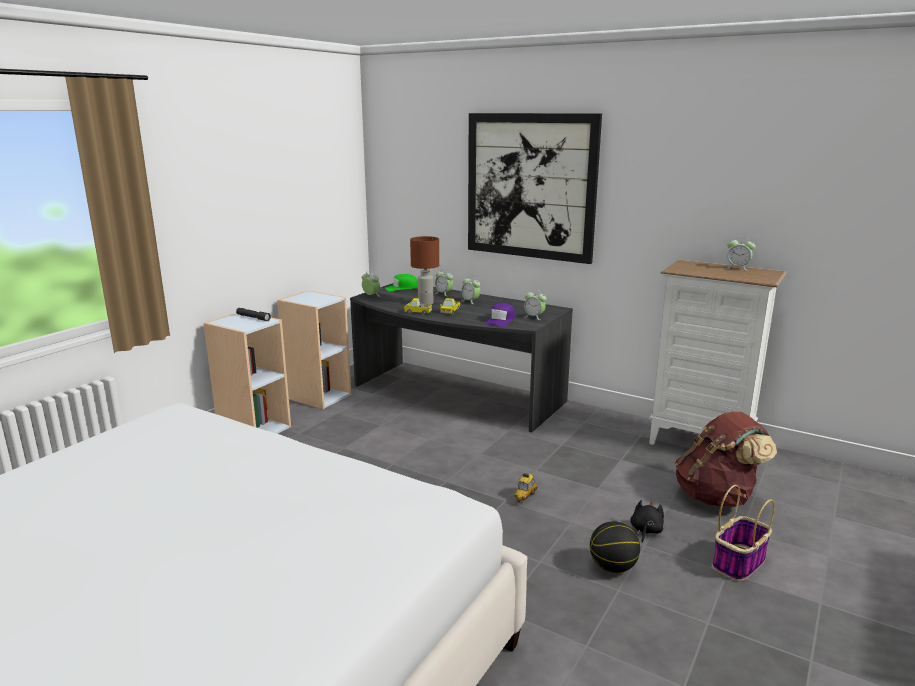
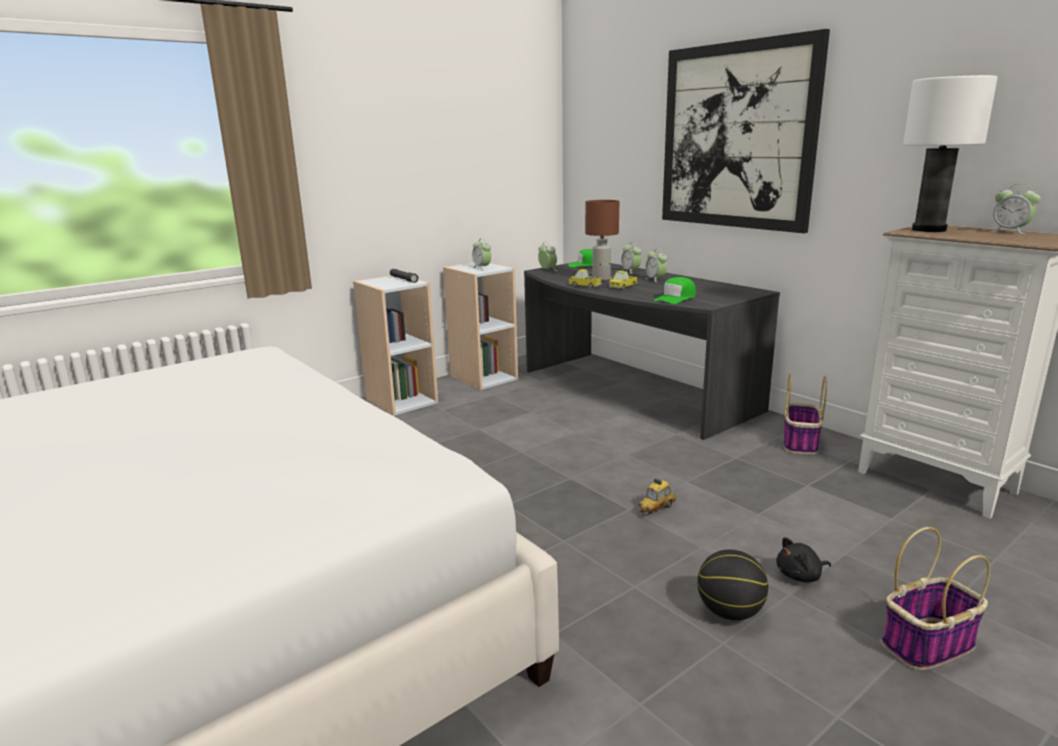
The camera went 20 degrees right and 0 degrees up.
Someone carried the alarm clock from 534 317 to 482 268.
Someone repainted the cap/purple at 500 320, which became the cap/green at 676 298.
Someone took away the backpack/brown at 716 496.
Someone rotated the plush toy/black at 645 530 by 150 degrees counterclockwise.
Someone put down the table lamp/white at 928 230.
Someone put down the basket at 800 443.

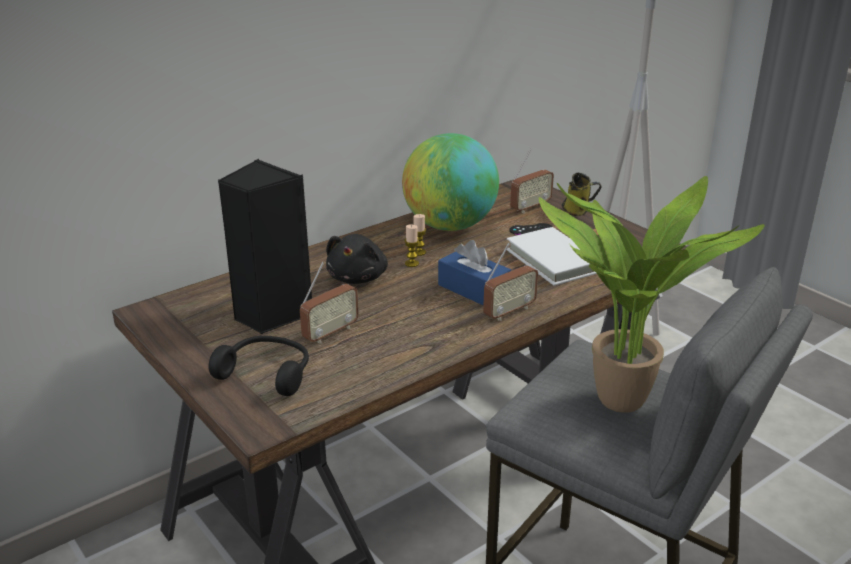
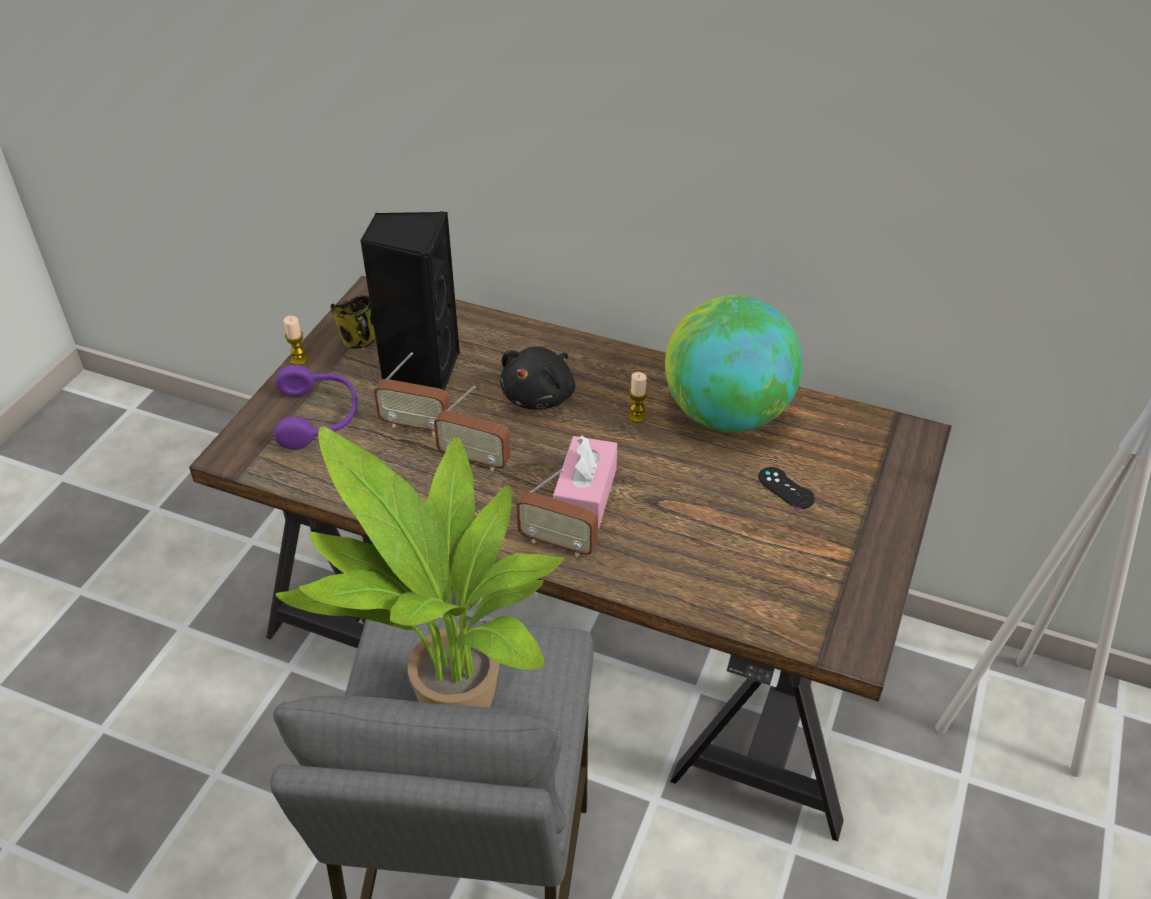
The camera went 60 degrees right and 15 degrees up.
Someone carried the radio from 530 207 to 474 459.
Someone carried the mug from 577 211 to 360 341.
Someone carried the candle from 412 263 to 299 360.
Someone took away the book/white at 553 260.
Someone rotated the plush toy/black at 358 277 by 45 degrees counterclockwise.
Someone repainted the tissue box/blue at 473 289, which became the tissue box/pink at 585 494.
Someone repainted the headphones/black at 267 373, which became the headphones/purple at 319 417.

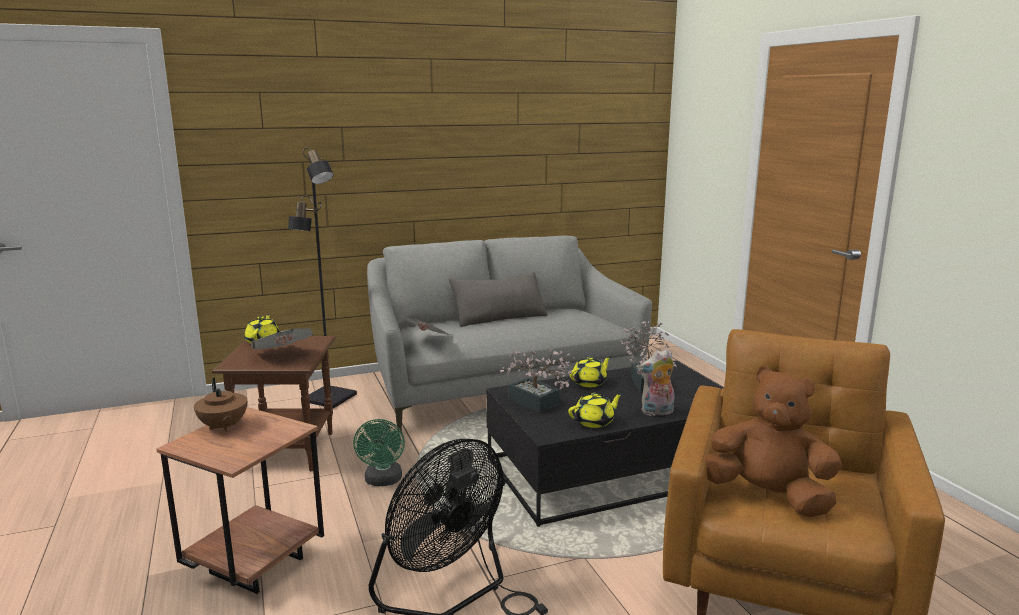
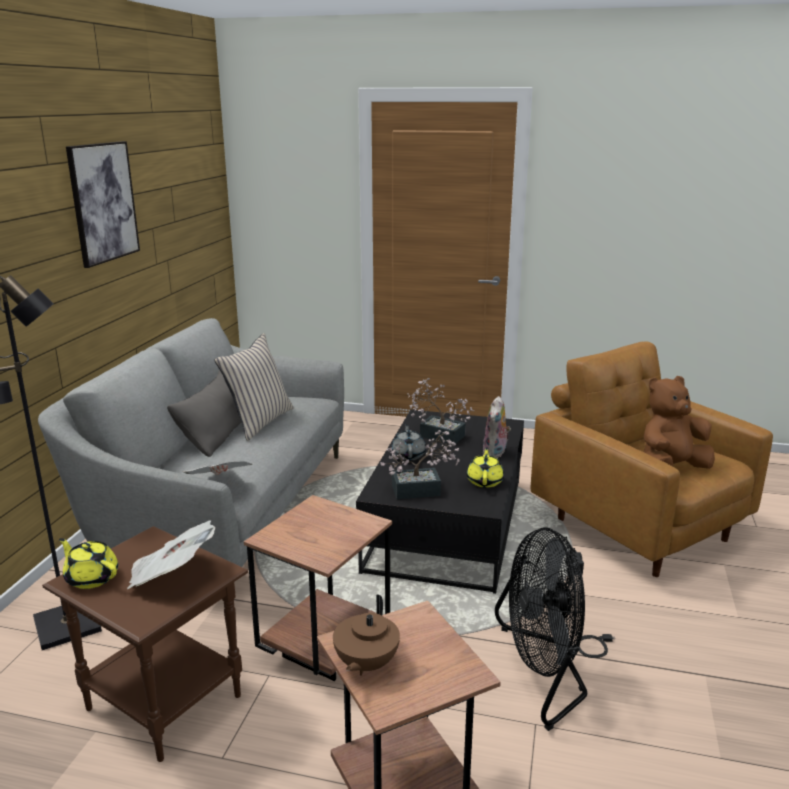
The camera went 55 degrees left and 5 degrees up.
Someone repainted the teapot/yellow at 589 383, which became the teapot/grey at 408 455.
Someone rotated the teapot/brown at 223 427 by 105 degrees clockwise.
Someone swapped the fan/green at 383 481 for the side table/brown at 323 651.
Someone put up the picture at 103 202.
Someone put down the pillow/beige at 259 422.

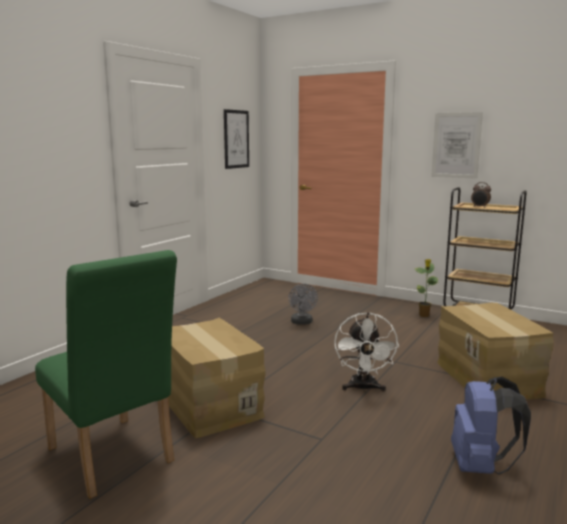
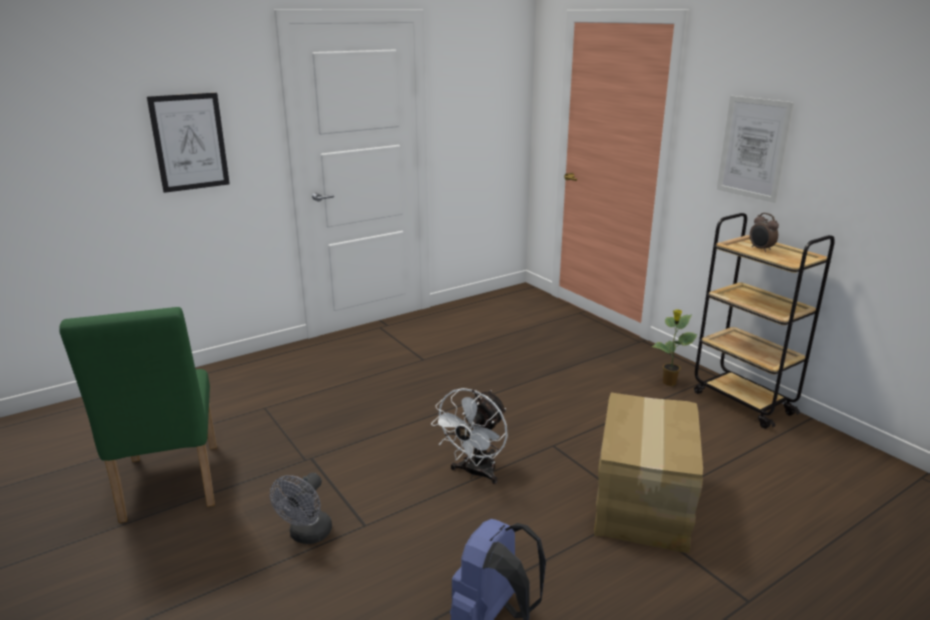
The camera went 25 degrees right and 10 degrees up.
Someone carried the picture from 236 139 to 189 142.
Someone carried the fan/grey from 302 323 to 307 535.
Someone took away the cardboard box at 208 404.

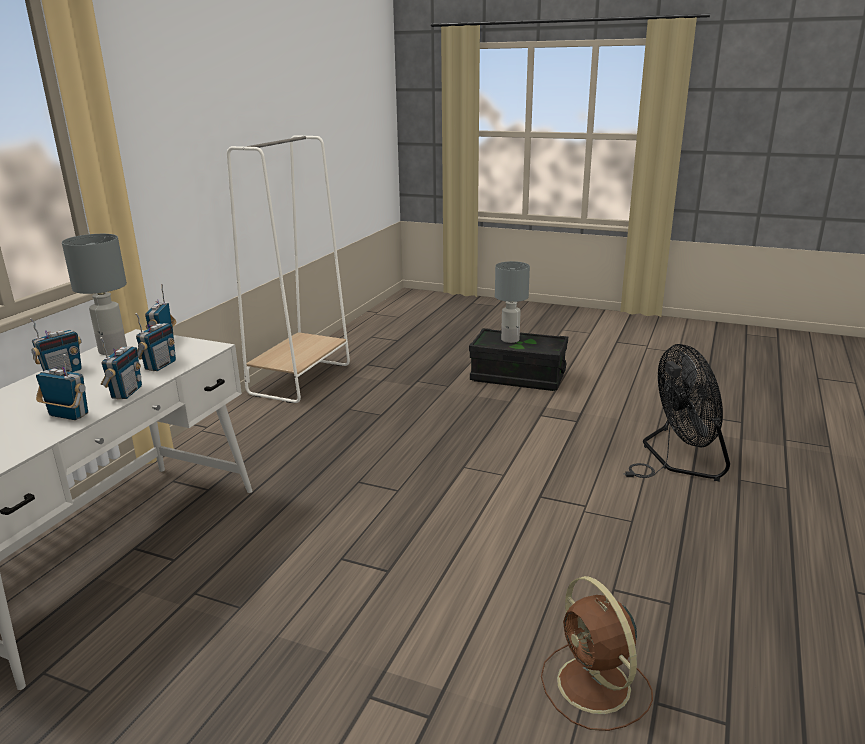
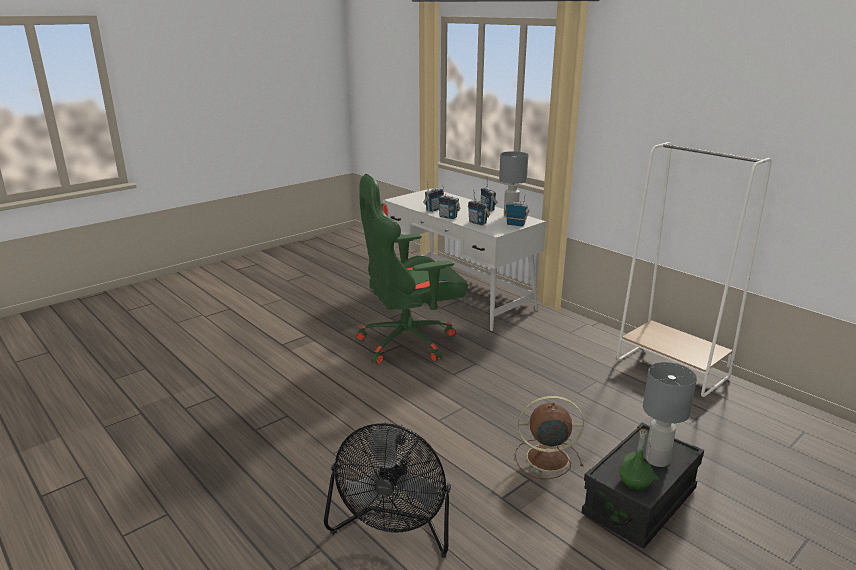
The camera went 115 degrees right and 0 degrees up.
Someone carried the fan/brown from 595 687 to 545 458.
Someone put down the office chair/green at 413 342.
Someone put down the bottle/green at 634 482.

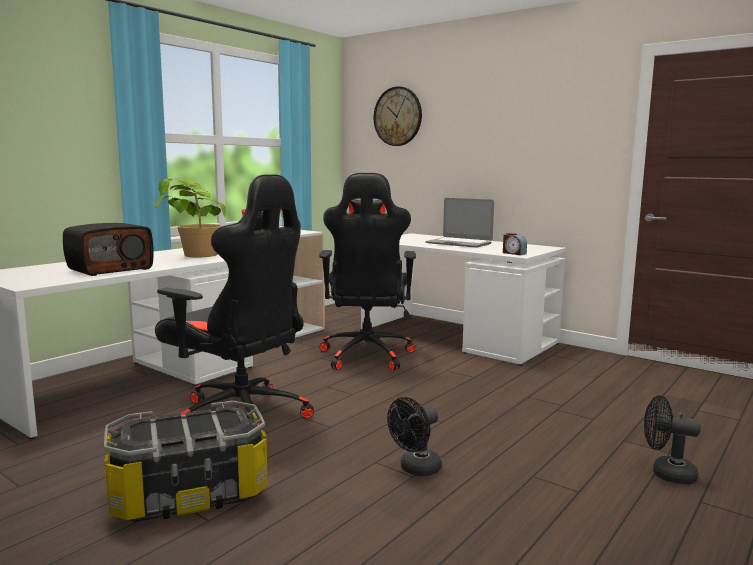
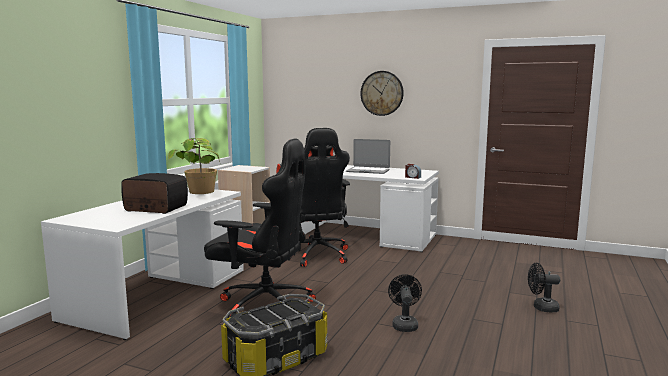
The camera went 15 degrees left and 0 degrees up.
Someone carried the wall clock from 398 116 to 382 93.
Someone rotated the radio at 110 269 by 105 degrees counterclockwise.
Someone rotated the fan/black at 416 469 by 150 degrees clockwise.

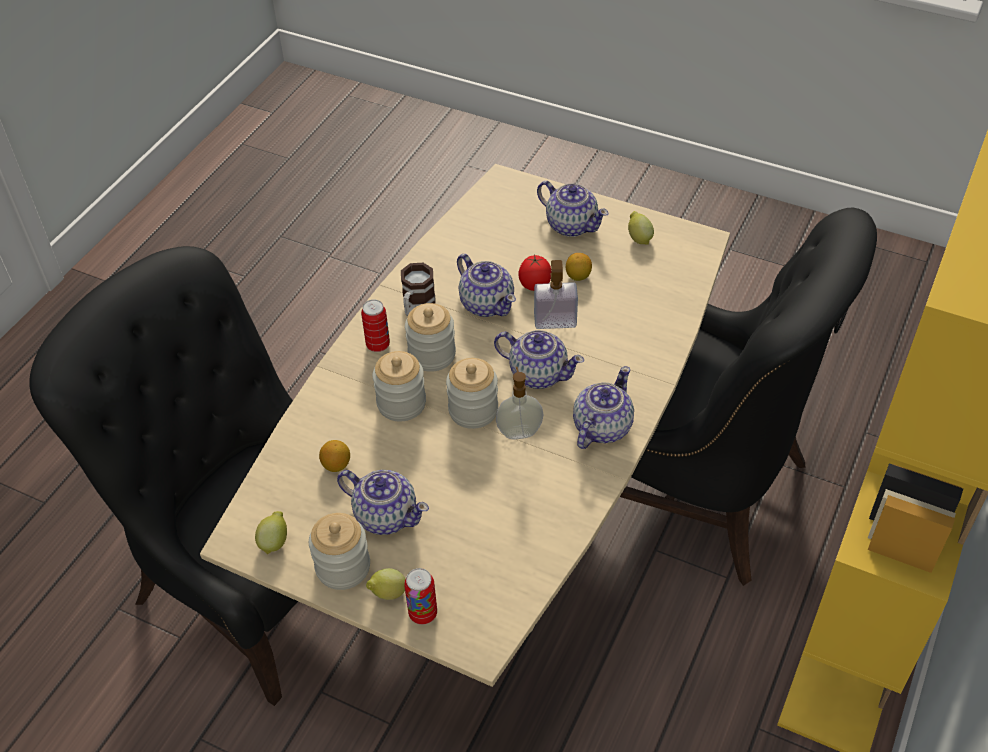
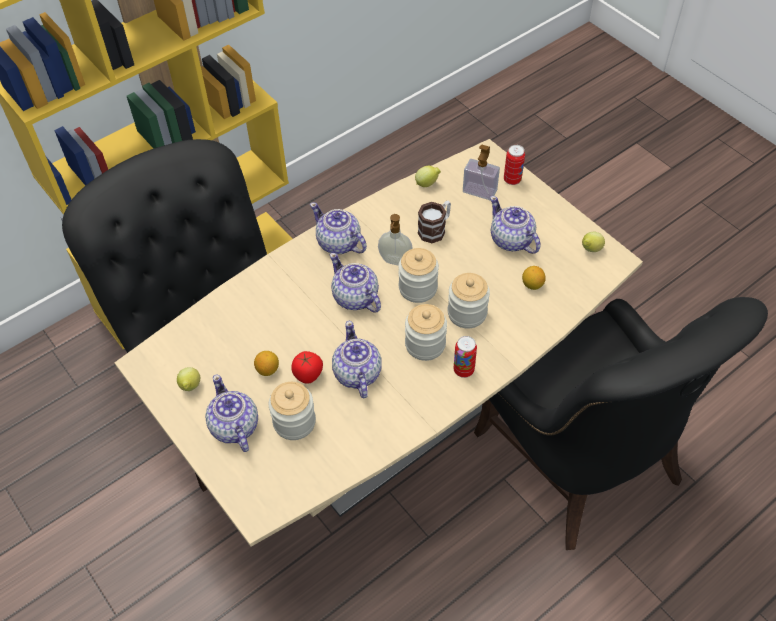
The camera went 155 degrees left and 5 degrees up.
Someone carried the soap dispenser from 555 321 to 479 191.
Someone carried the mug from 416 306 to 435 229.
Someone rotated the teapot at 601 427 by 75 degrees clockwise.
Someone carried the jar from 343 567 to 294 422.
Someone carried the lemon from 387 594 to 427 184.

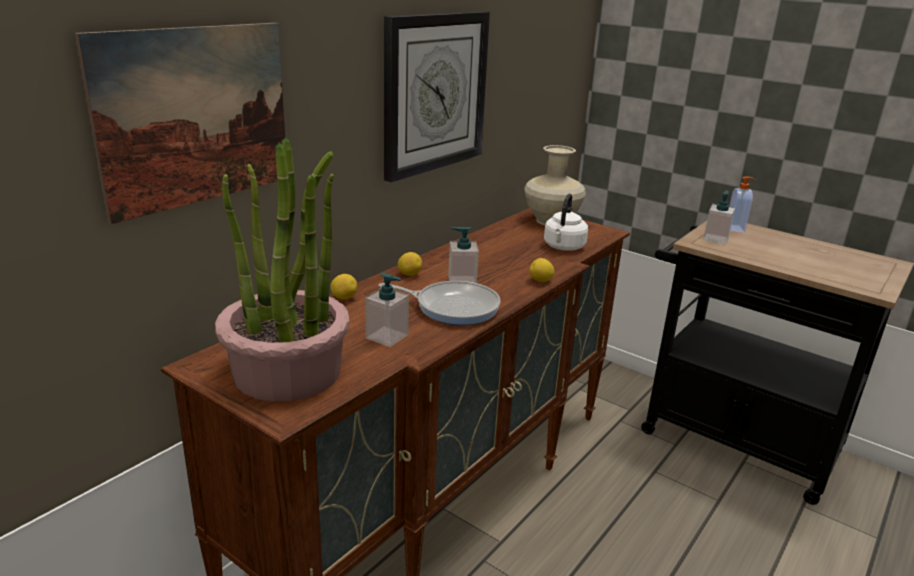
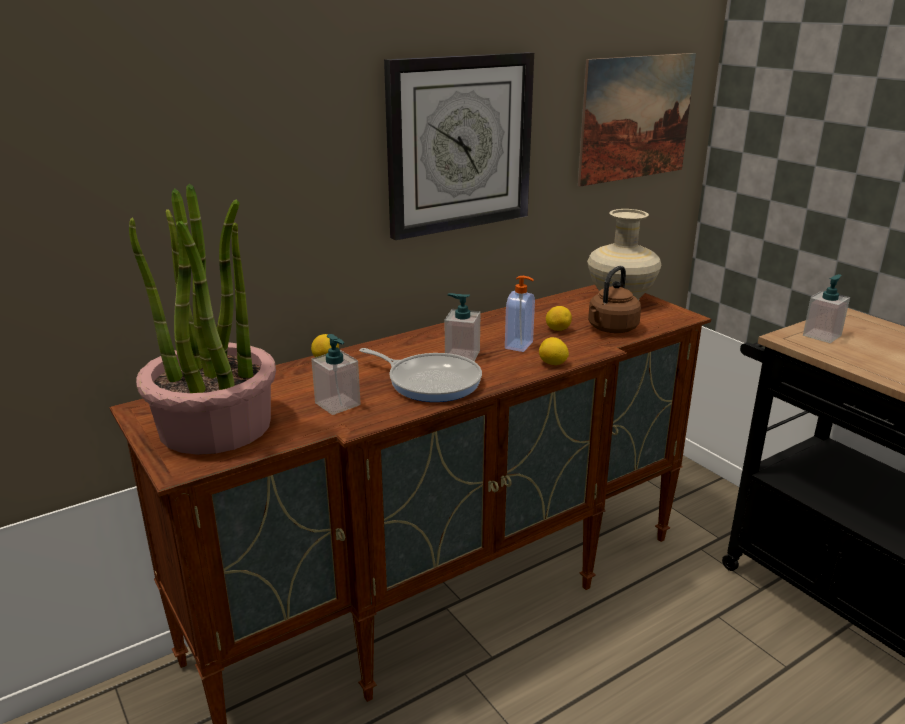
The camera went 20 degrees right and 0 degrees up.
Someone carried the picture from 196 117 to 636 118.
Someone carried the soap dispenser from 735 228 to 520 346.
Someone repainted the kettle/white at 563 247, which became the kettle/brown at 611 329.
Someone carried the lemon from 409 274 to 557 330.

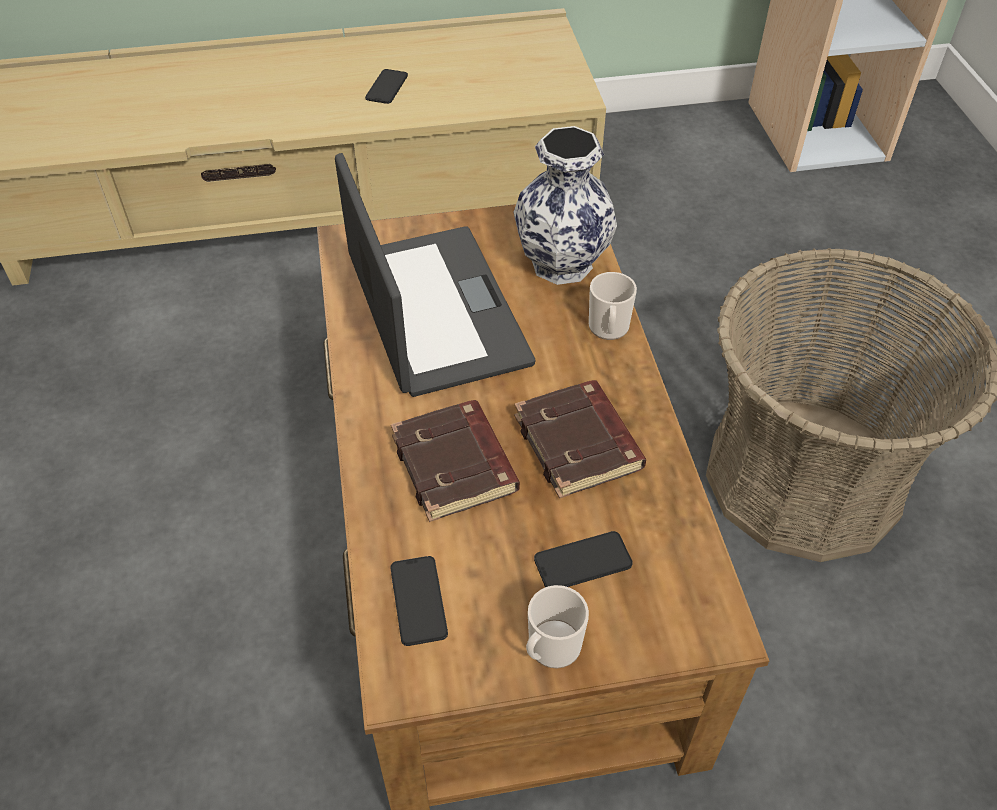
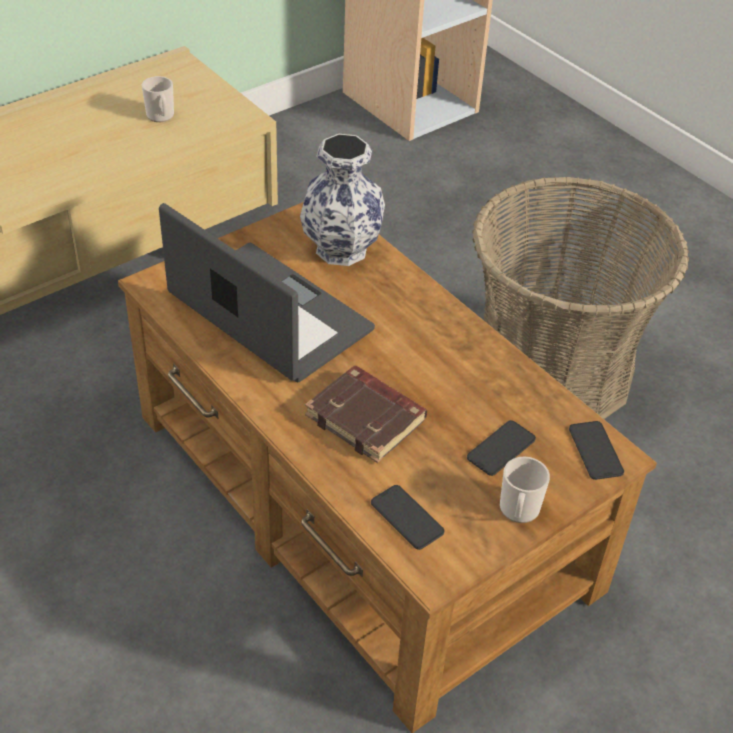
The camera went 30 degrees left and 5 degrees down.
Someone carried the phone from 387 87 to 595 450.
Someone carried the mug from 608 329 to 161 116.
Someone took away the book/brown at 580 444.

